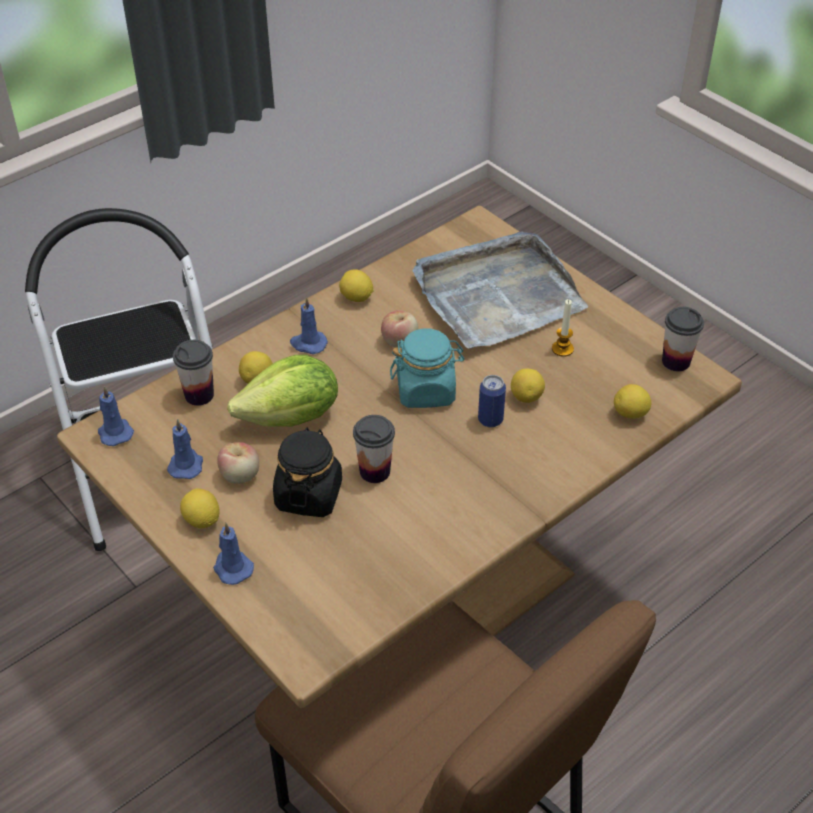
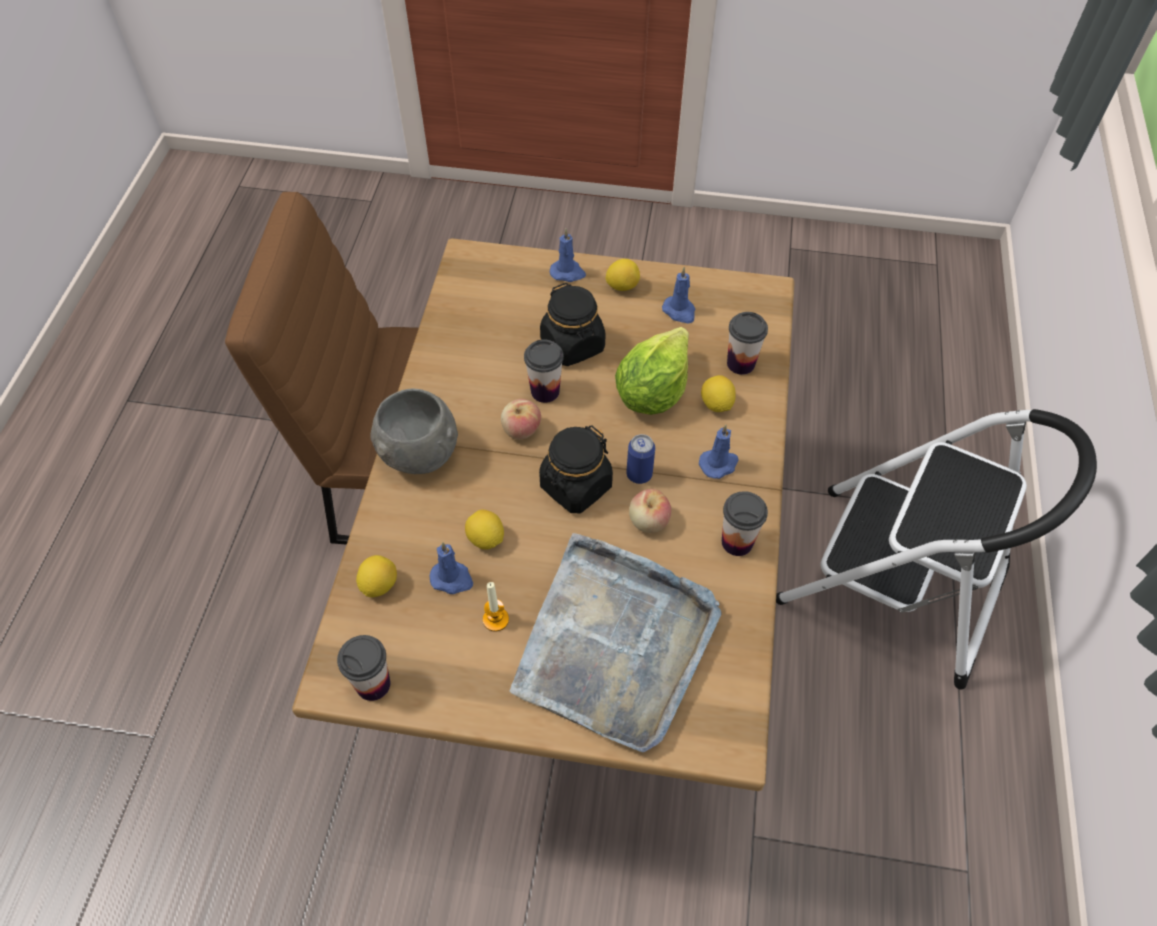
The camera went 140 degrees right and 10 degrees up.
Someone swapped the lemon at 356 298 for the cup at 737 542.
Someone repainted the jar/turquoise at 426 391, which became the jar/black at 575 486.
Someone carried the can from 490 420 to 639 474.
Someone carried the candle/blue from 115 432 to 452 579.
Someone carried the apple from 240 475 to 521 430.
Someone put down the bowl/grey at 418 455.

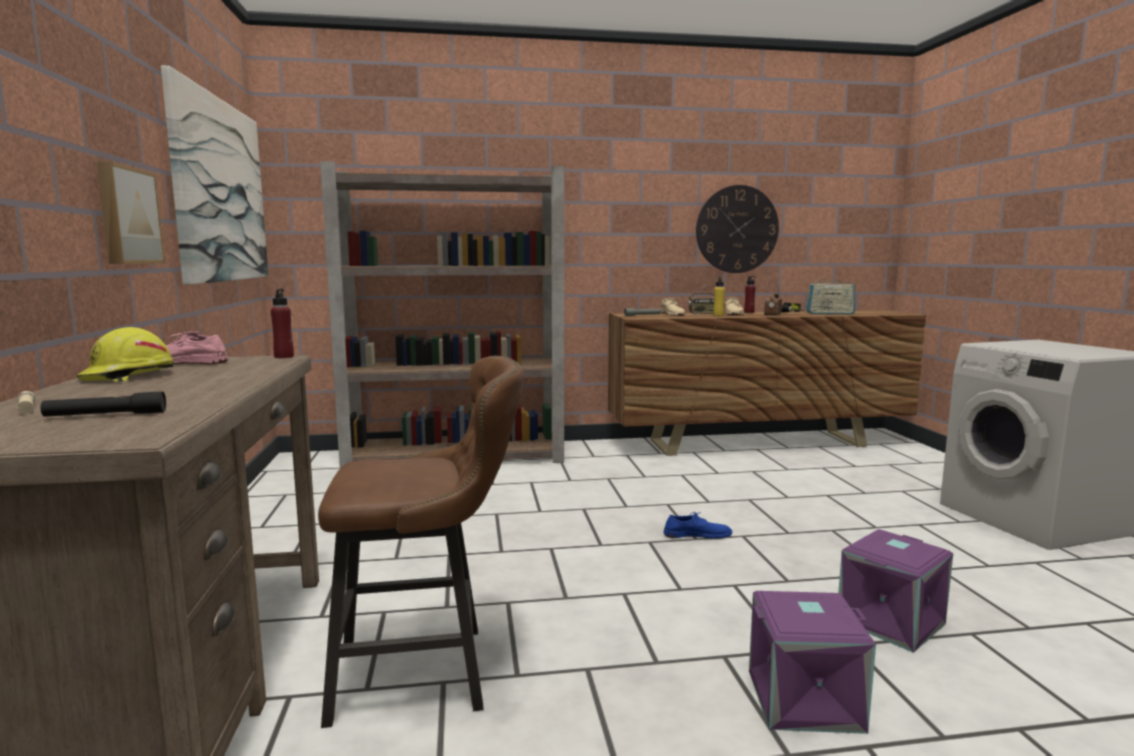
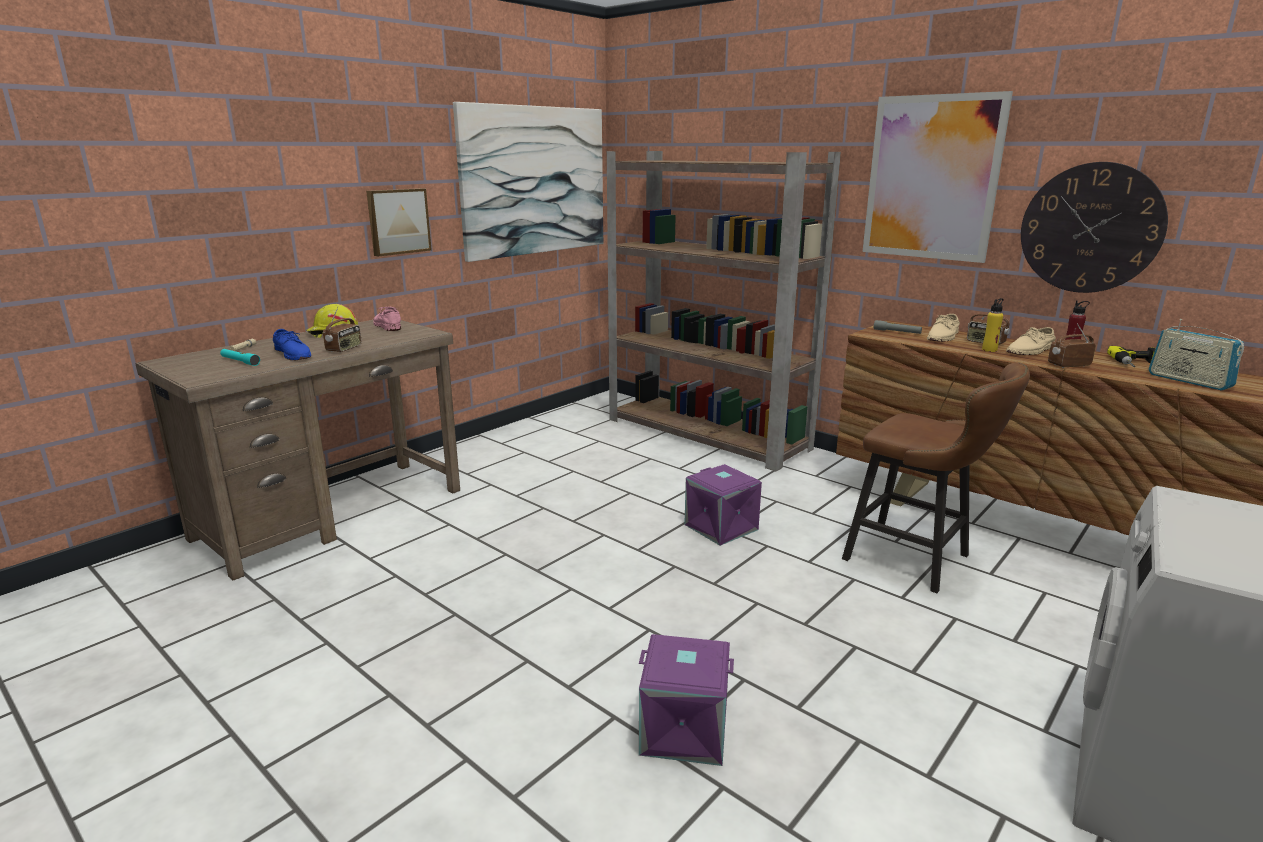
The camera went 50 degrees right and 10 degrees up.
Someone took away the bottle/red at 284 357.
Someone carried the stool/brown from 433 671 to 921 562.
Someone repainted the flashlight/black at 106 415, which became the flashlight/turquoise at 240 361.
Someone carried the shoe/blue from 697 534 to 293 354.
Someone carried the storage box/purple from 804 701 to 720 527.
Someone put up the picture at 932 178.
Someone put down the radio at 344 349.

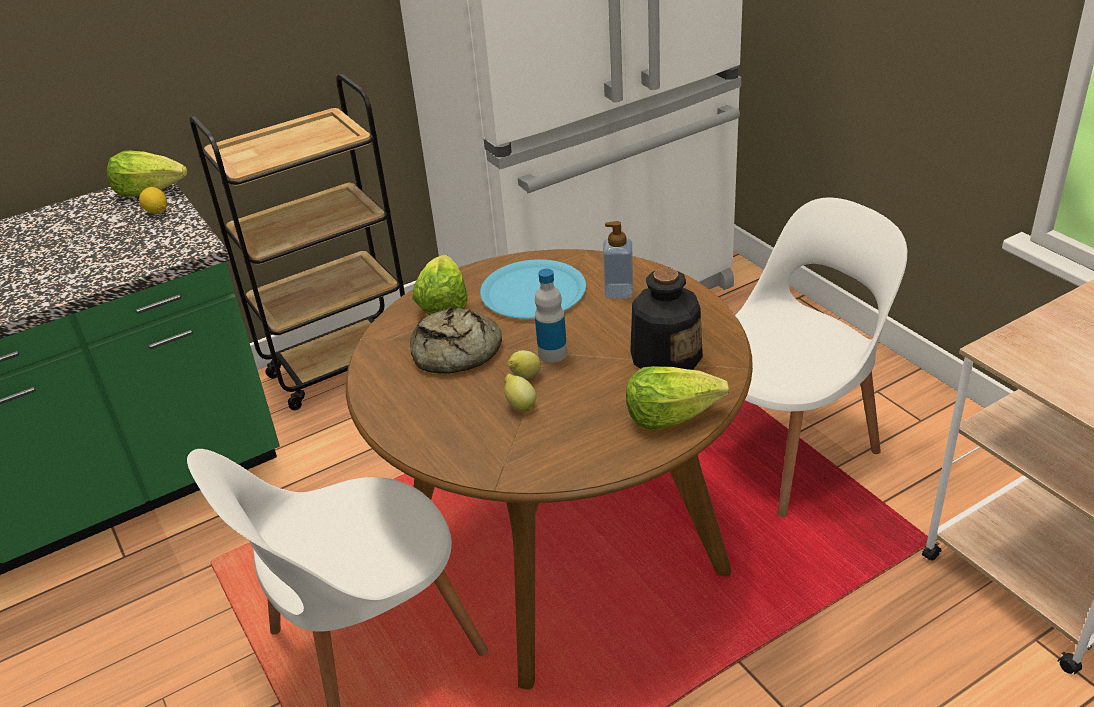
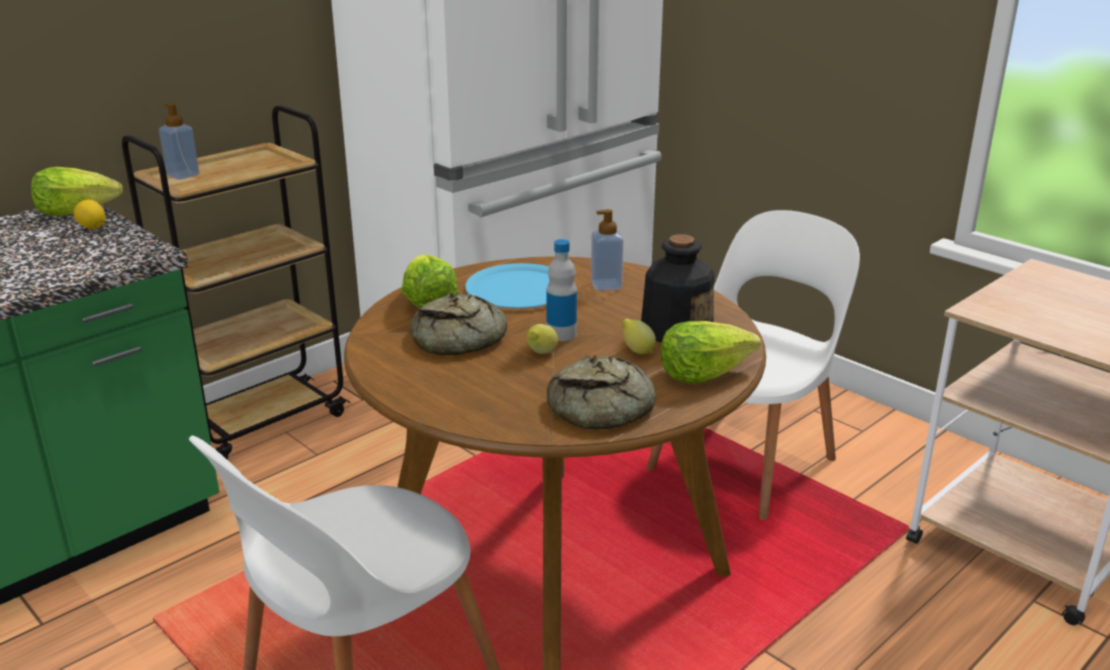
The camera went 15 degrees left and 10 degrees down.
Someone carried the lemon from 520 405 to 637 351.
Someone put down the soap dispenser at 183 175.
Someone put down the bread at 604 407.

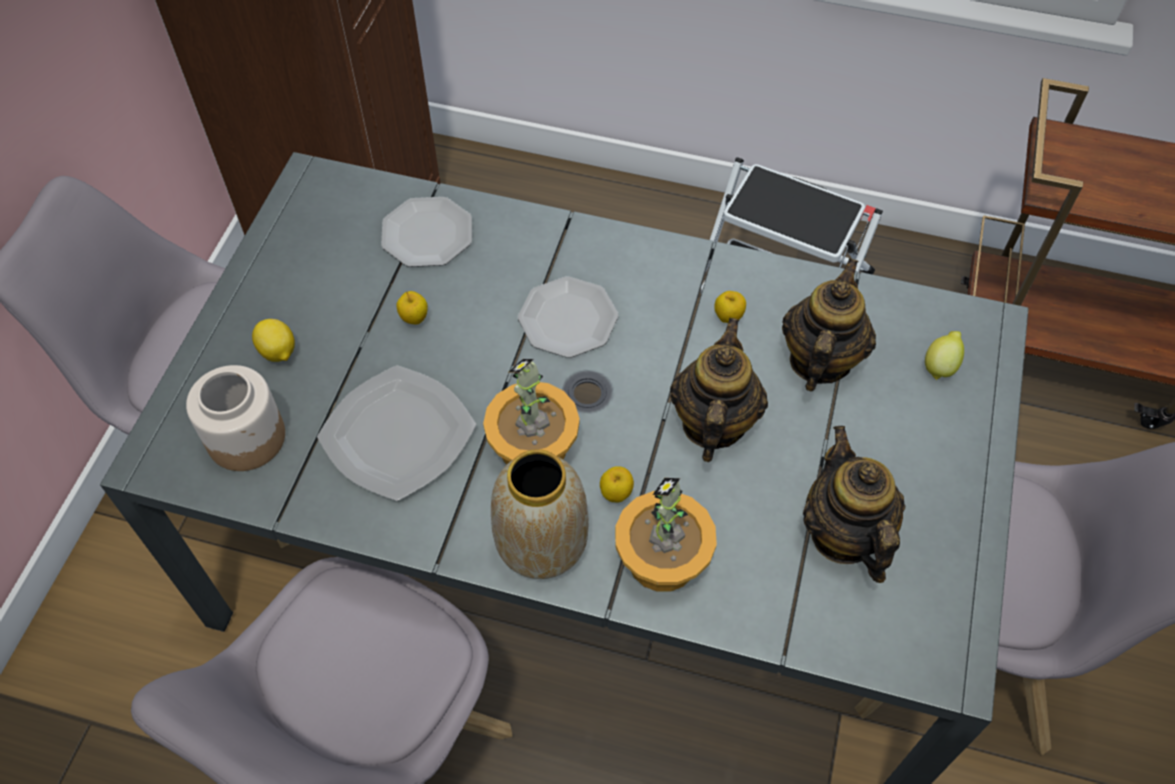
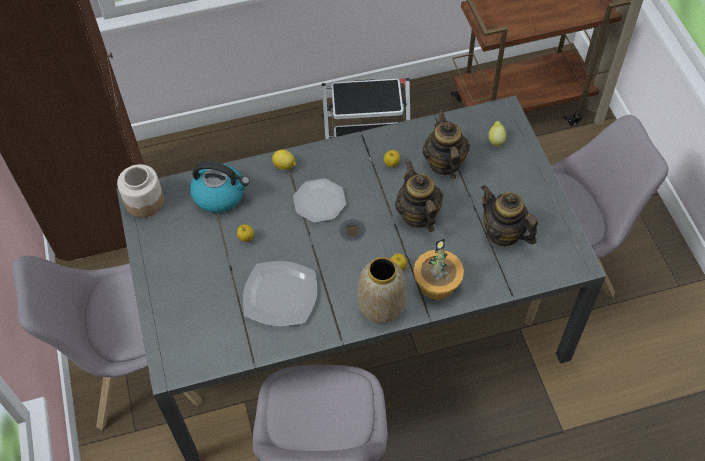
The camera went 30 degrees left and 0 degrees up.
Someone swapped the plate at 427 234 for the kettle at 220 195.
Someone carried the lemon from 278 352 to 285 166.
Someone took away the potted plant at 534 448.
Someone carried the jar from 247 437 to 144 201.

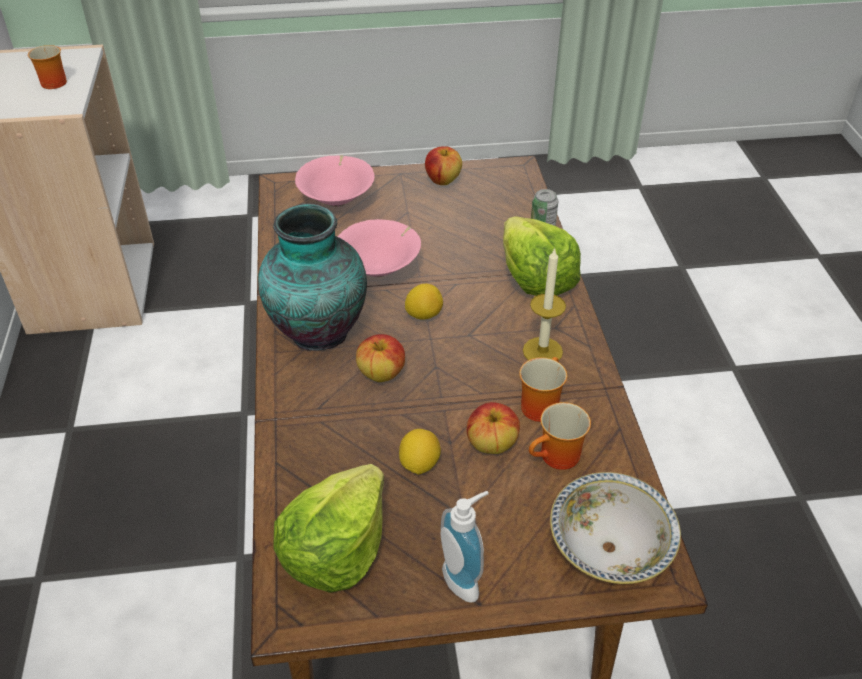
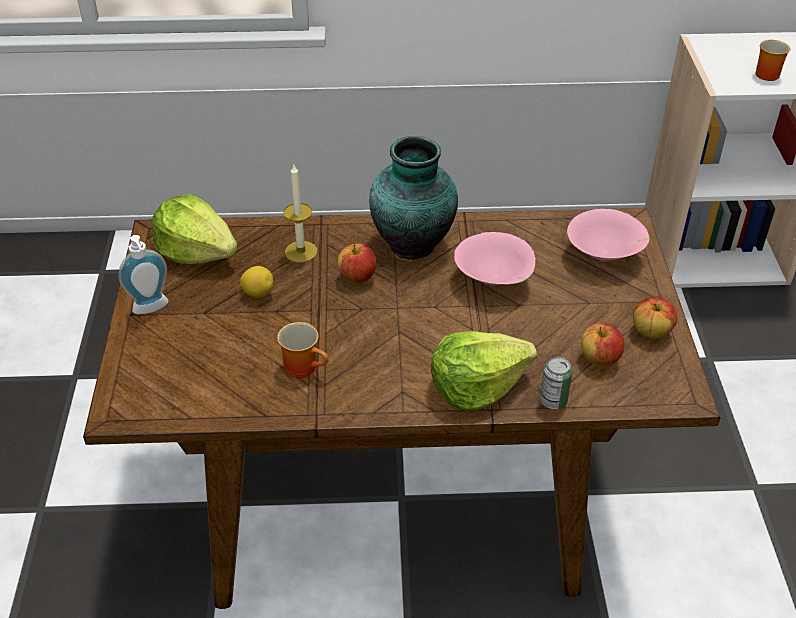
The camera went 95 degrees right and 0 degrees up.
Someone carried the candle from 542 351 to 301 251.
Someone took away the lemon at 424 315.
Someone carried the apple from 492 444 to 599 359.
Someone took away the mug at 558 459.
Someone took away the bowl at 609 549.

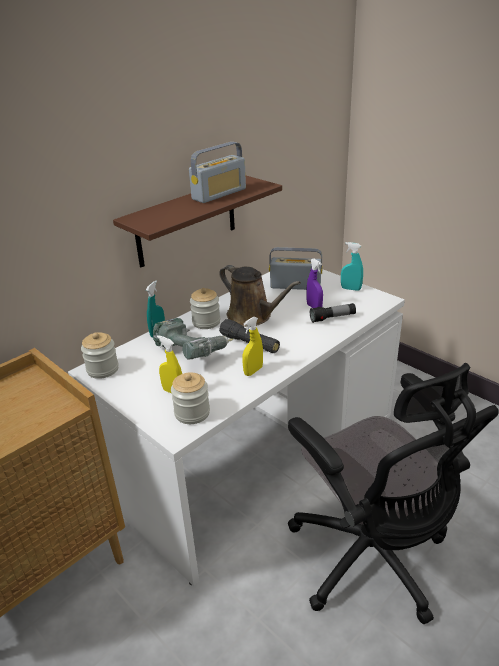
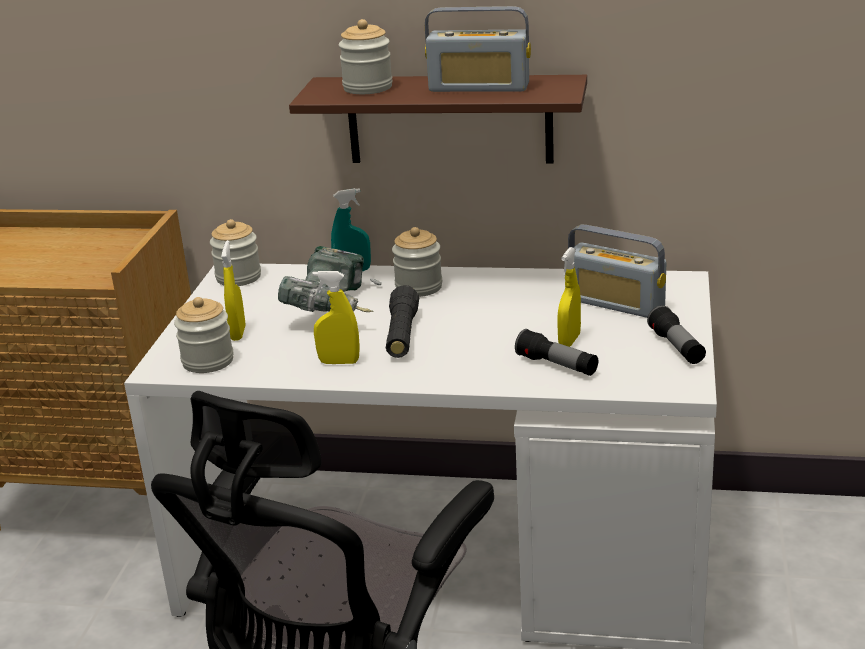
The camera went 55 degrees right and 5 degrees down.
Someone swapped the spray bottle/turquoise at 351 289 for the flashlight at 676 347.
Someone rotated the radio at 295 286 by 150 degrees clockwise.
Someone repainted the spray bottle/purple at 314 307, which became the spray bottle/yellow at 569 340.
Someone took away the watering can/brown at 252 316.
Someone put down the jar at 368 87.

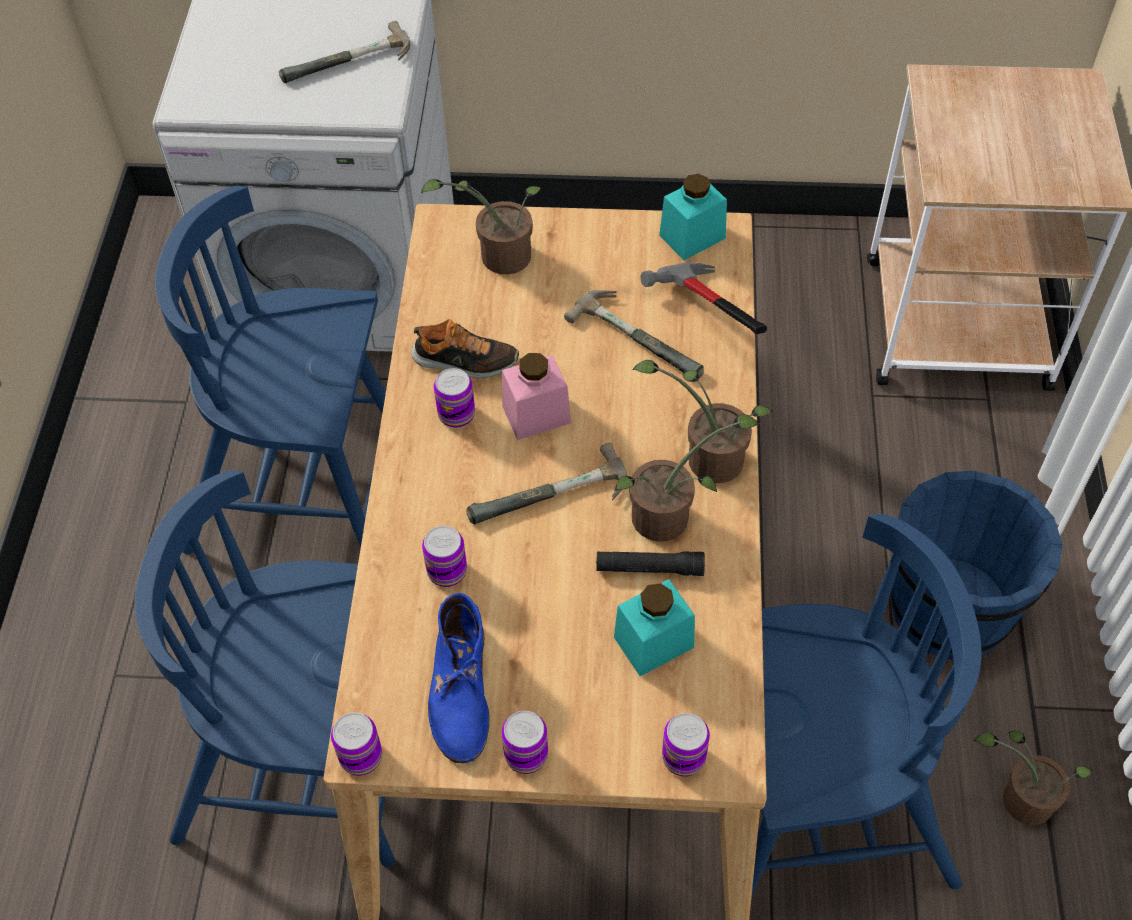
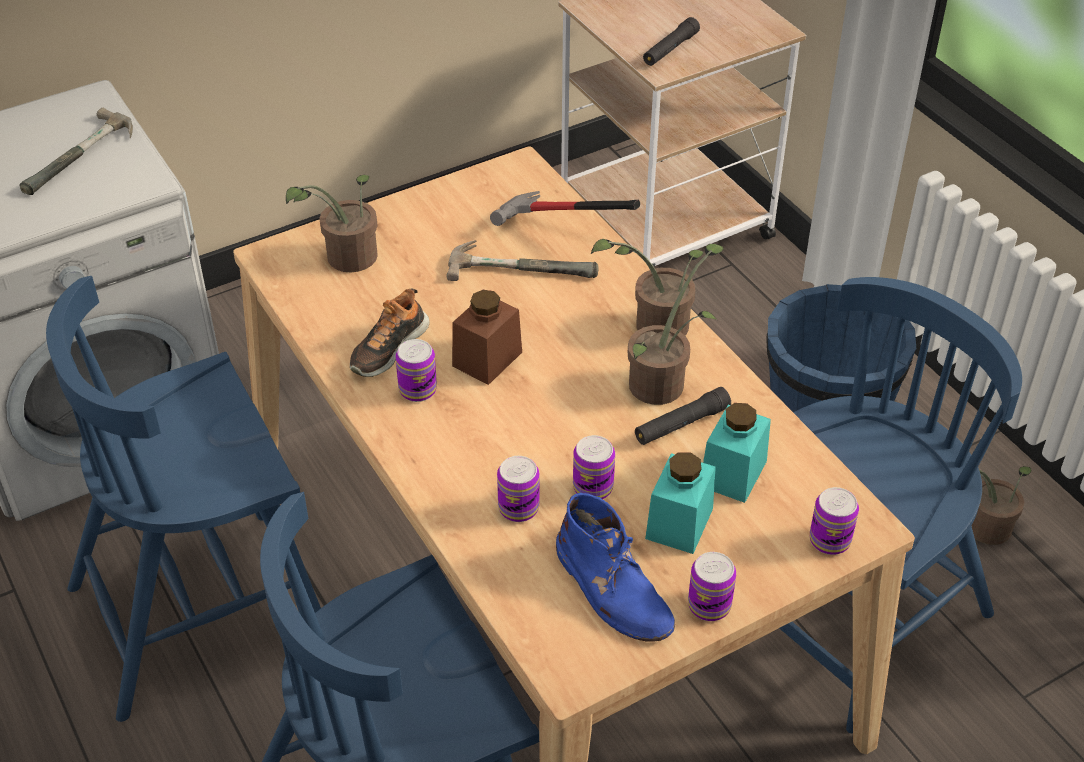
The camera went 35 degrees left and 10 degrees down.
Someone carried the jar/turquoise from 692 237 to 679 523.
Someone rotated the shoe at 464 361 by 150 degrees clockwise.
Someone repainted the jar/pink at 536 414, which became the jar/brown at 487 359.
Someone took away the hammer at 551 501.
Someone carried the can from 361 757 to 593 487.
Someone put down the flashlight/black at 670 49.

